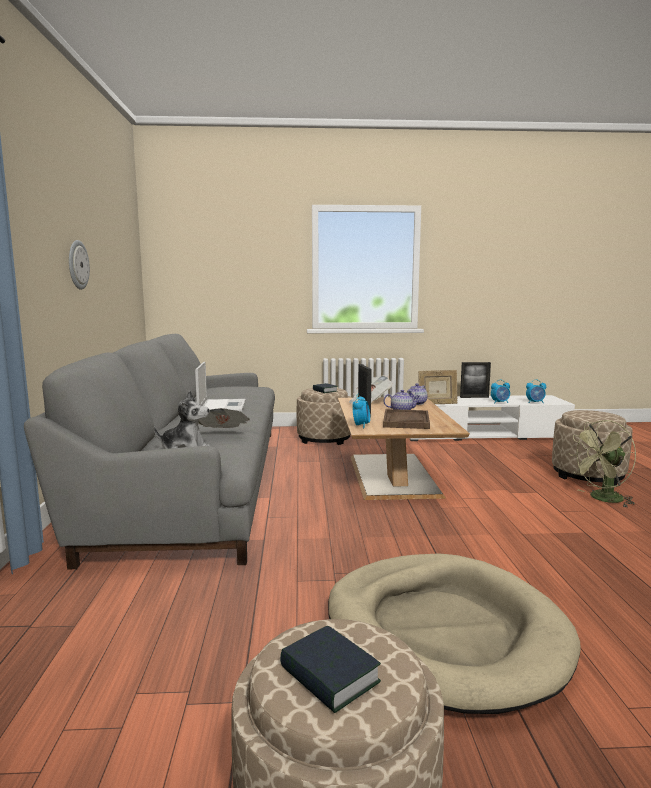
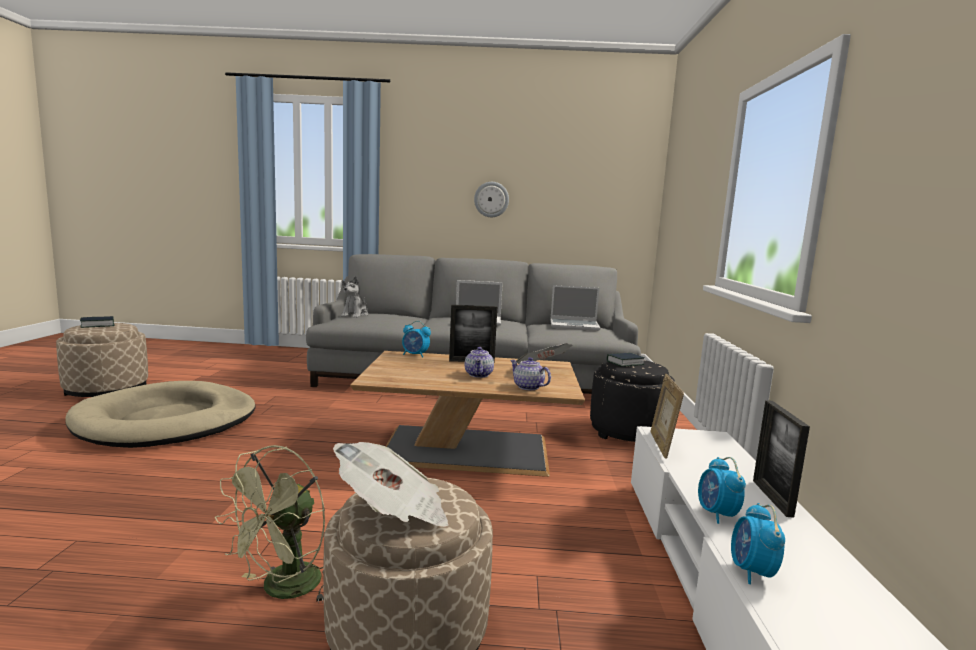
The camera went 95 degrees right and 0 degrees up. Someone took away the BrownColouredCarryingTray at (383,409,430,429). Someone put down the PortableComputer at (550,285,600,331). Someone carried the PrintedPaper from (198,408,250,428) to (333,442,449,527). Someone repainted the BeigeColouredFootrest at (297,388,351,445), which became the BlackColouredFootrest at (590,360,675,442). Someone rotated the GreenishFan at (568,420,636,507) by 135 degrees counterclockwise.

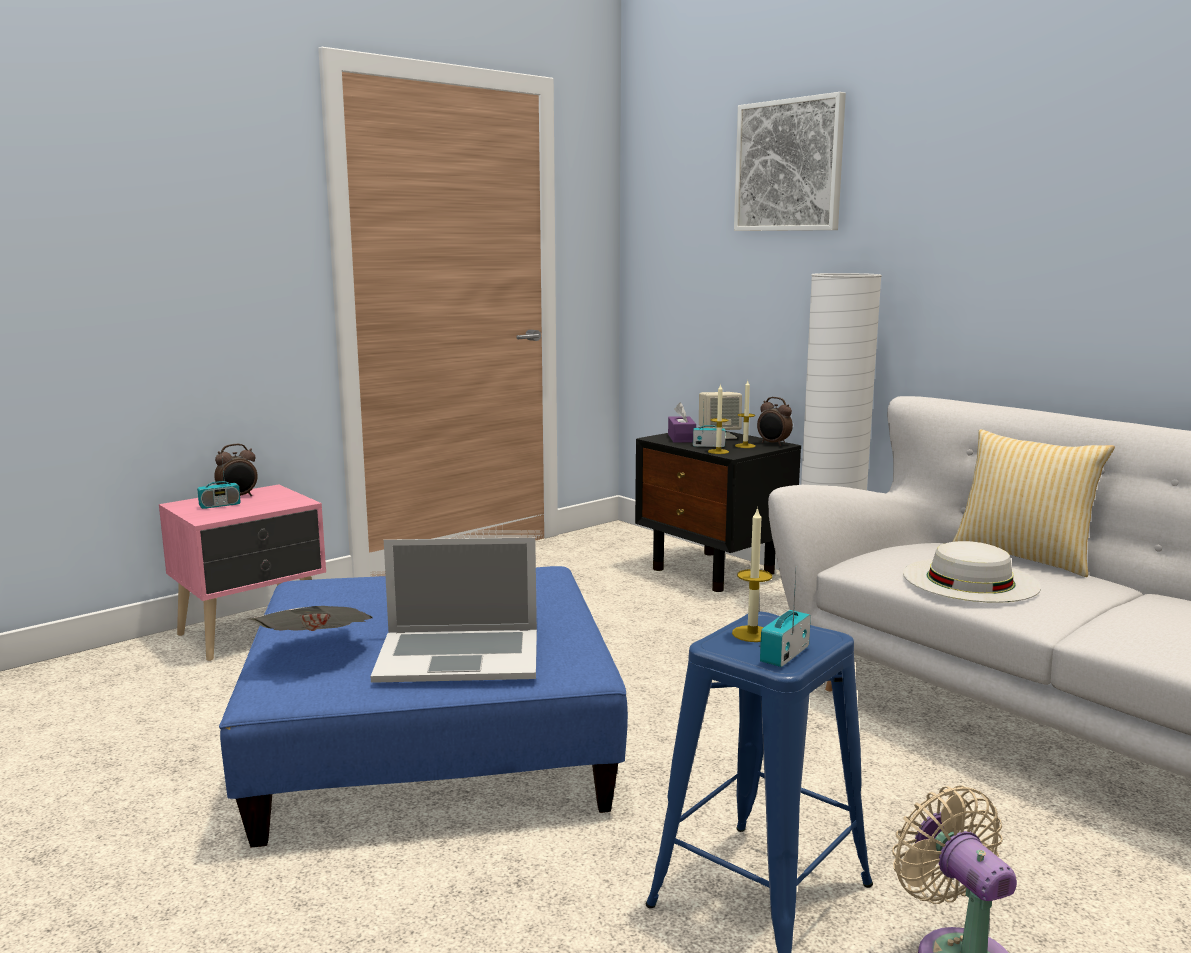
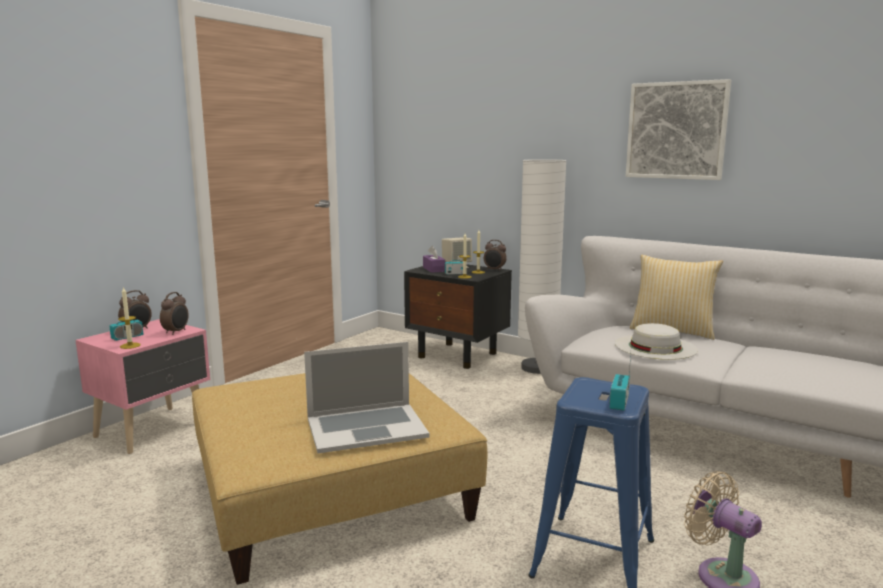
The camera went 15 degrees left and 0 degrees up. Someone took away the PrintedPaper at (249,606,373,631). Someone put down the BedsideClock at (160,292,189,335). Someone carried the Candle from (732,507,772,642) to (118,286,140,349). Someone carried the WallPicture from (734,92,846,231) to (626,79,731,180). Someone repainted the BluishFootrest at (219,566,628,847), which became the BeigeColouredFootrest at (192,373,487,585).

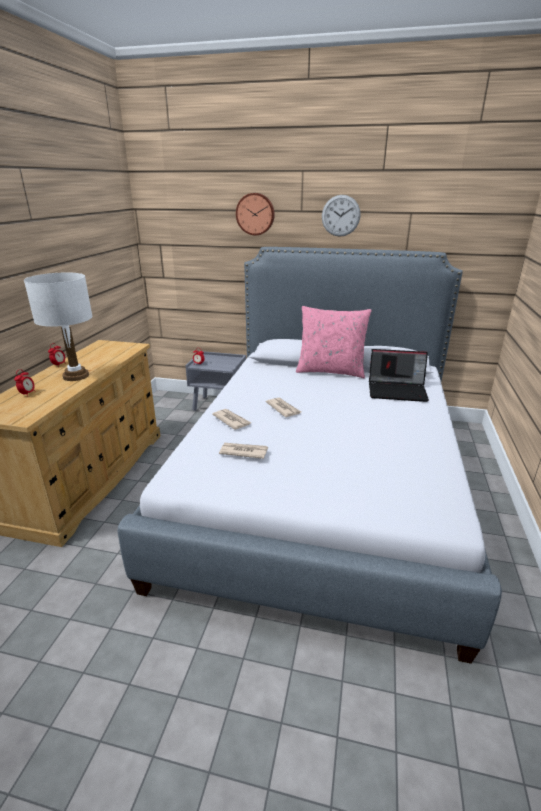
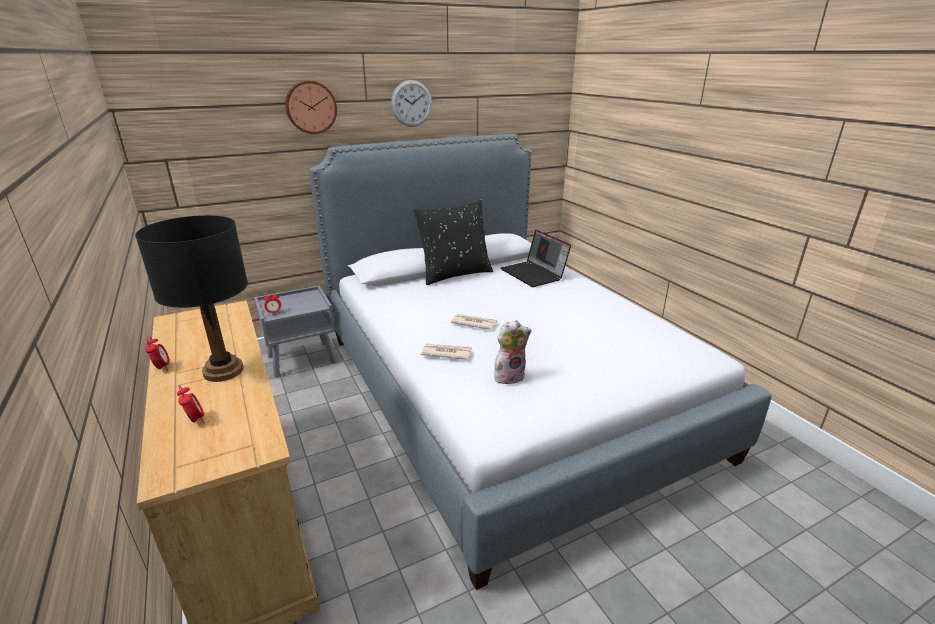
The camera went 40 degrees left and 0 degrees up. Someone swapped the PrintedPaper at (219,443,268,459) for the SoftToy at (494,320,532,384). Someone repainted the WhiteColouredLampForATable at (24,273,93,381), which became the BlackColouredLampForATable at (135,215,248,382). Someone repainted the PinkPillow at (296,306,372,378), which became the BlackColouredPillow at (413,200,493,285). Someone rotated the PortableComputer at (369,349,429,402) by 90 degrees clockwise.

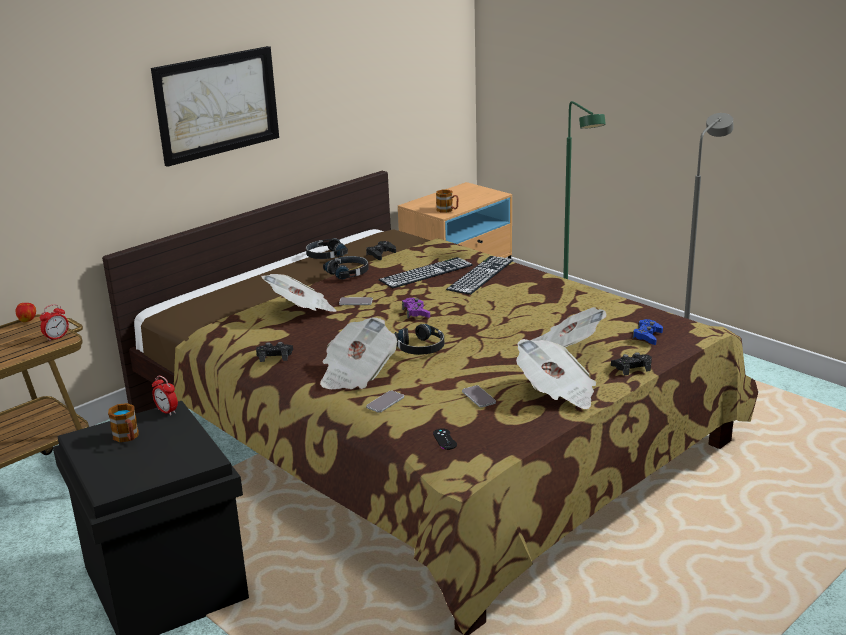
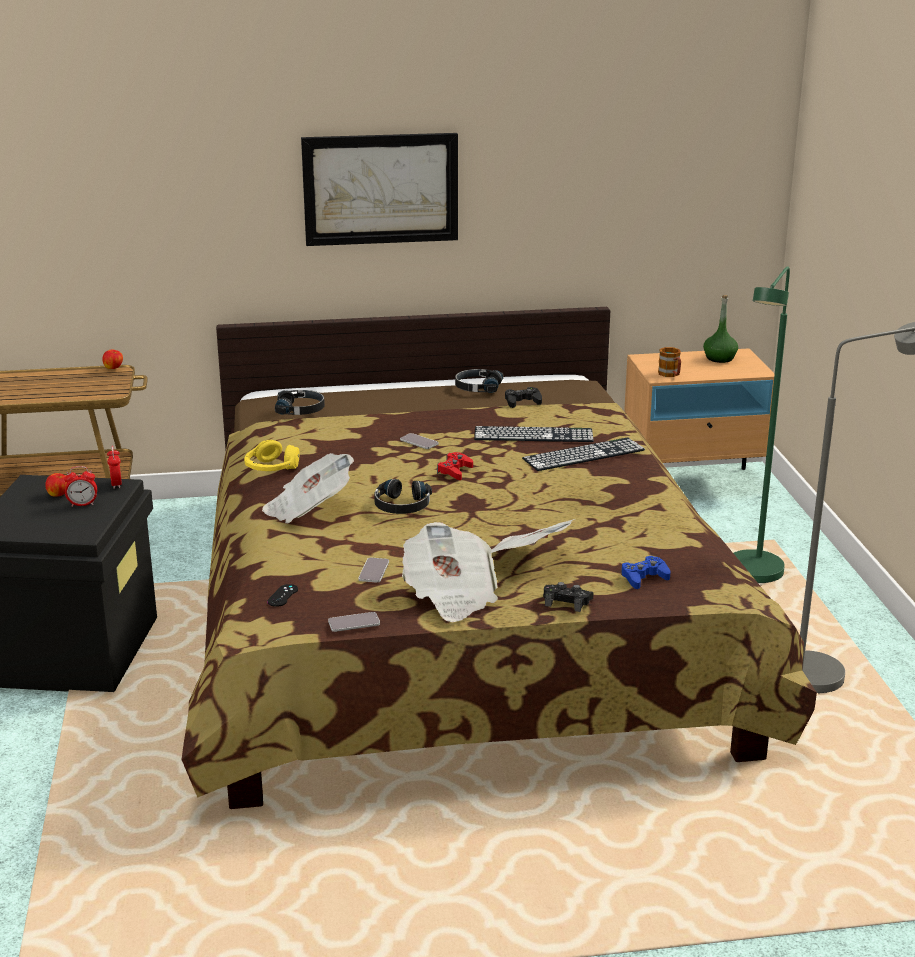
The camera went 35 degrees right and 0 degrees up. Someone took away the PrintedPaper at (261,274,336,312). Someone put down the GreenishBeverageBottle at (703,295,738,363). Someone carried the BedsideClock from (40,304,69,342) to (64,466,97,507). Someone carried the BlackColouredPairOfHeadphones from (323,256,369,279) to (275,390,325,415). Someone carried the Handset from (366,391,404,413) to (328,612,380,632). Someone swapped the Mug at (108,403,139,442) for the AppleFruit at (45,473,67,497). Someone swapped the BlackColouredGameController at (256,342,293,362) for the YellowPairOfHeadphones at (244,440,299,471). Someone repainted the PurpleColouredGameController at (402,298,430,319), which became the RedColouredGameController at (437,452,473,480).

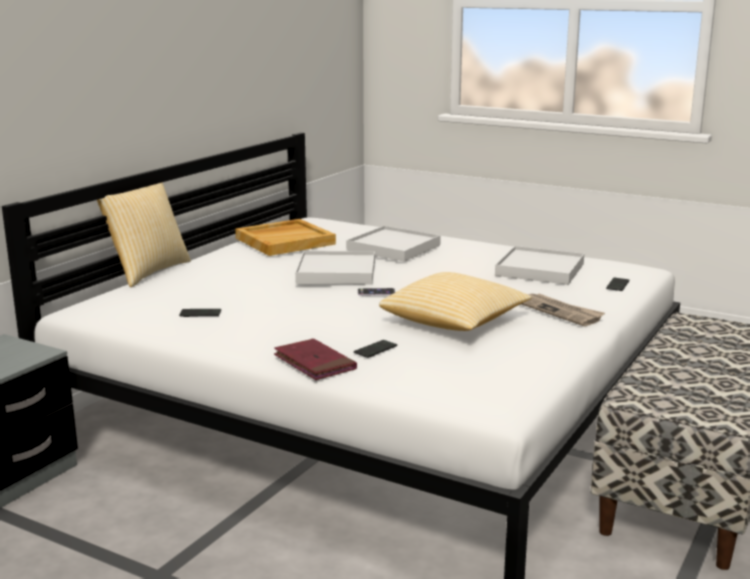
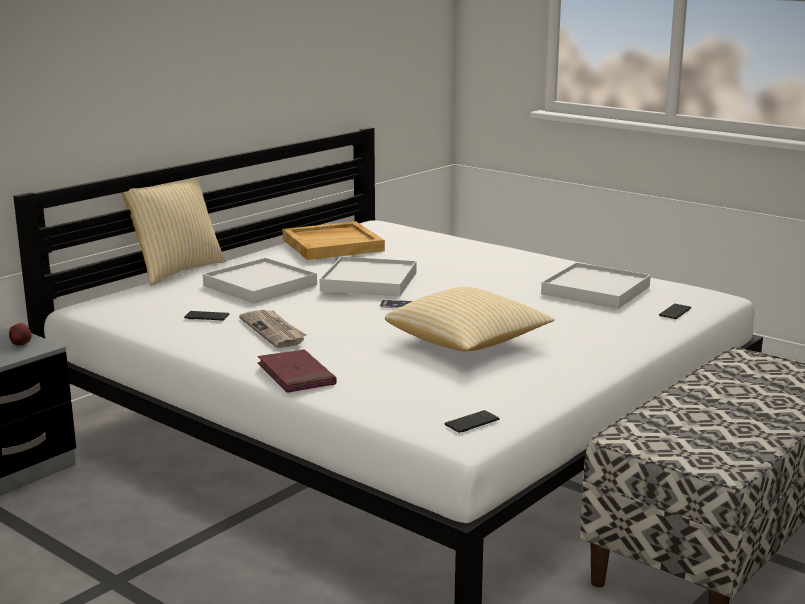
The camera went 10 degrees right and 0 degrees up. Someone put down the AppleFruit at (9,323,32,346). Someone carried the WhiteColouredCarryingTray from (346,226,441,262) to (203,258,317,304). Someone carried the Handset from (354,340,397,358) to (445,410,499,433). Someone carried the PrintedPaper from (521,294,605,326) to (239,310,306,348).

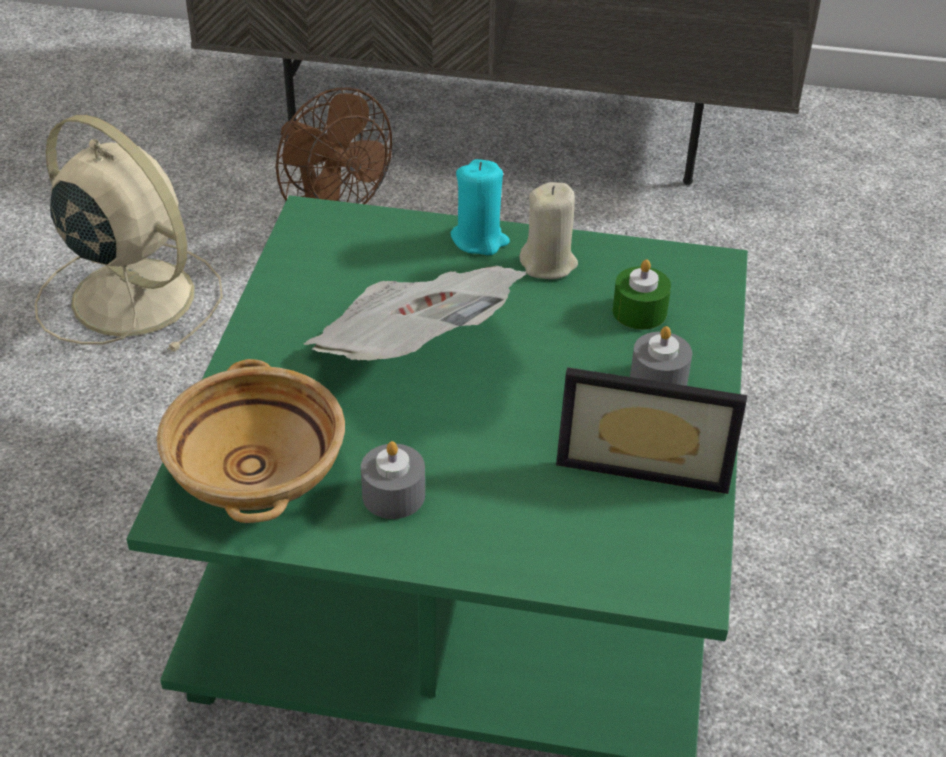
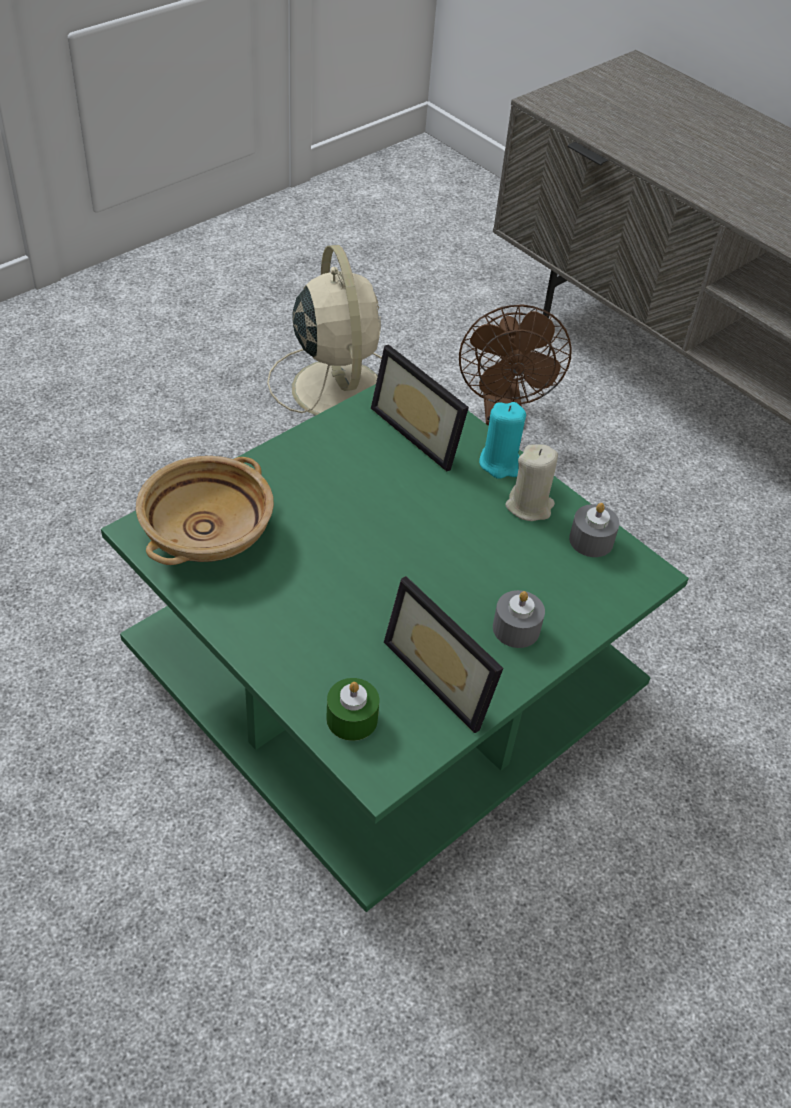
The camera went 35 degrees right and 5 degrees up. Someone took away the PrintedPaper at (304,266,526,361). Someone put down the PhotoFrame at (371,344,469,471). Someone carried the GreyCandle from (361,441,425,519) to (569,503,619,557). Someone carried the GreenishCandle from (613,259,671,330) to (326,678,379,741).

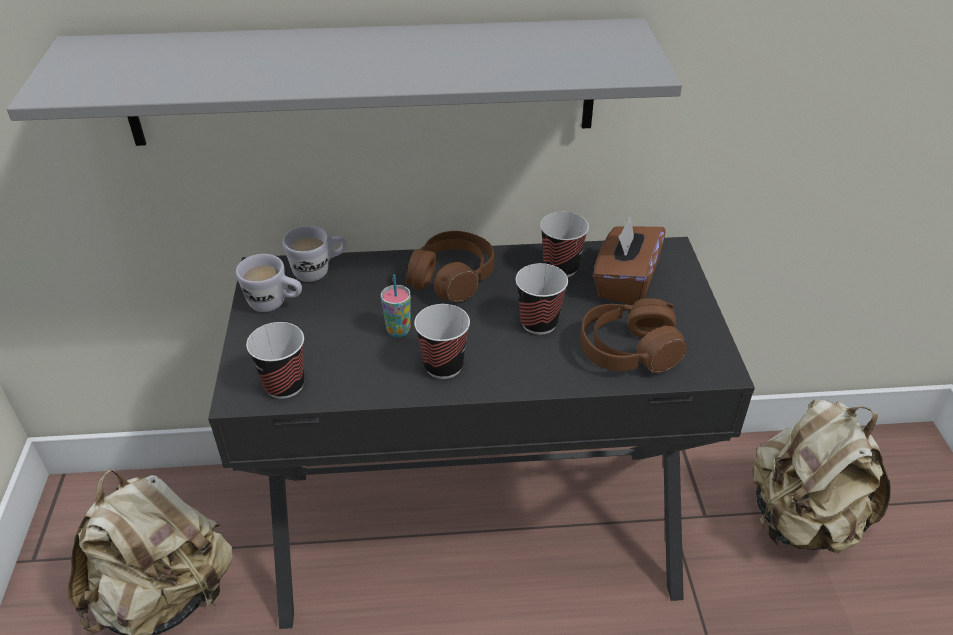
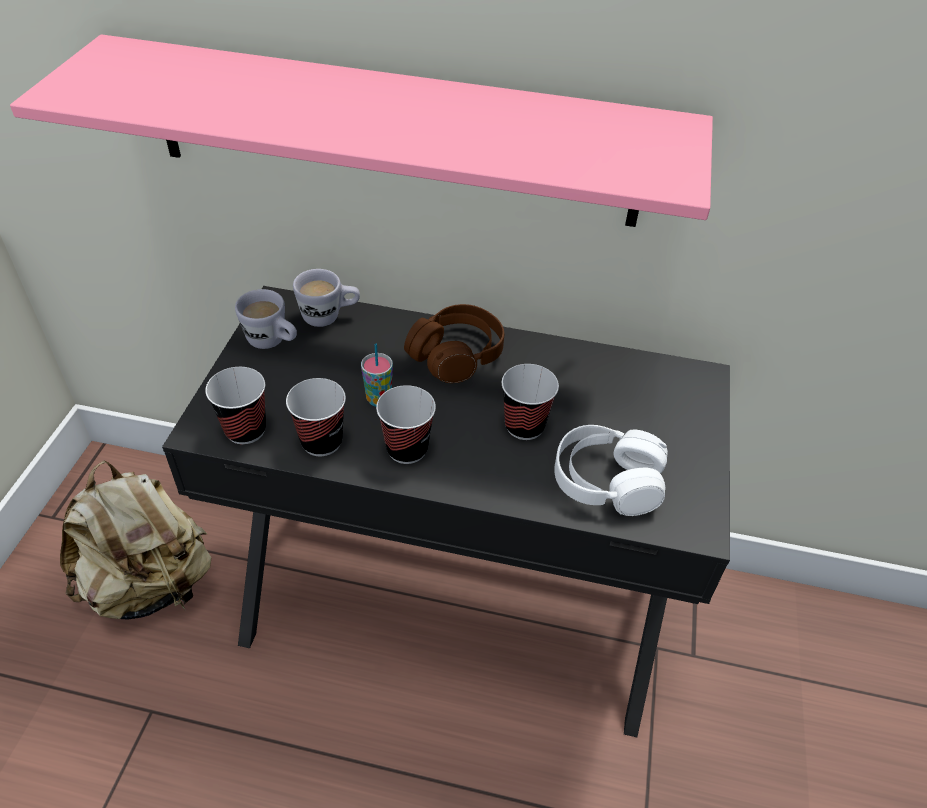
The camera went 15 degrees right and 5 degrees up. Someone took away the BrownColouredTissueHolder at (593,217,666,305). Someone took away the BeigeColouredBackpack at (753,399,891,554). Someone carried the DrinkingCup from (540,212,589,277) to (286,378,346,456). Someone repainted the GreyBracketShelf at (7,18,682,146), which became the PinkBracketShelf at (10,34,713,227). Someone repainted the BrownColouredPairOfHeadphones at (581,298,687,373), which became the WhiteColouredPairOfHeadphones at (554,425,668,516).

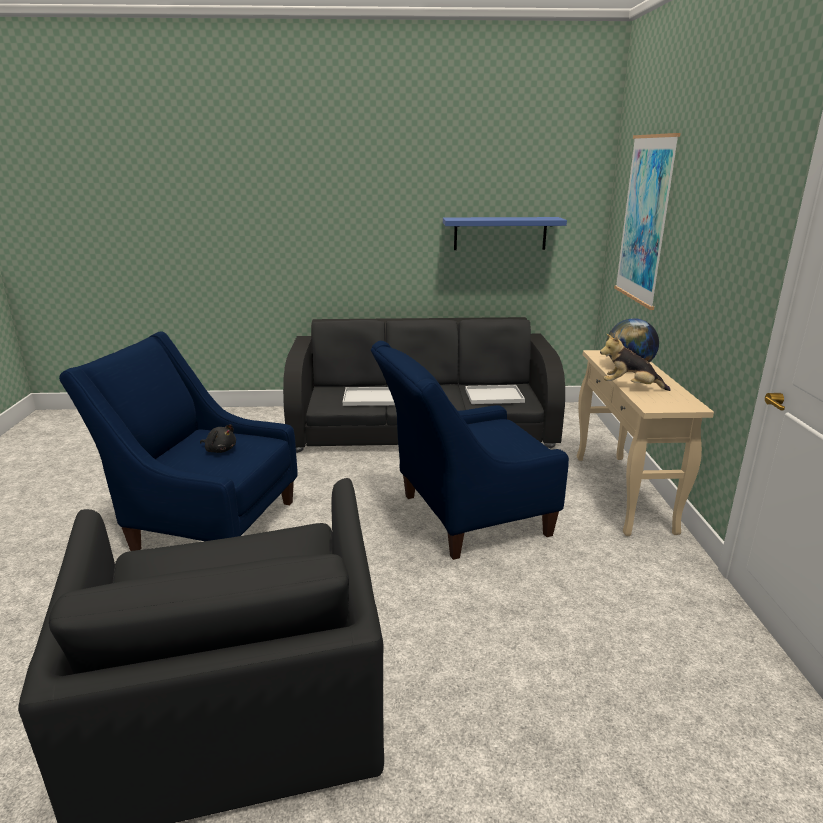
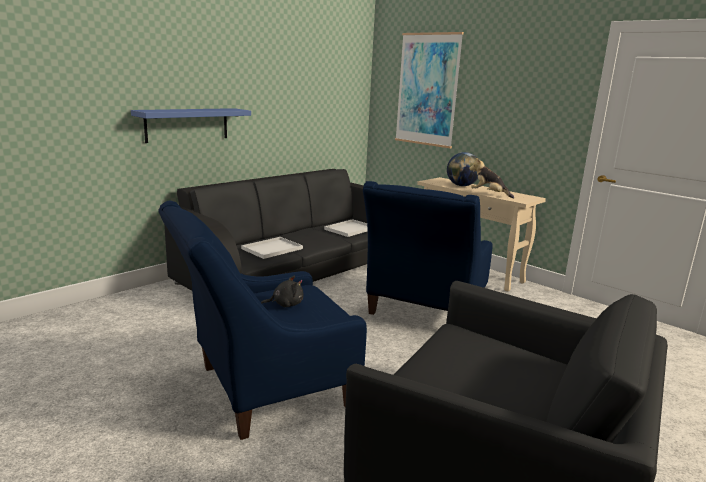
The camera went 45 degrees left and 5 degrees down. Someone carried the BluishBracketShelf from (443,217,567,250) to (131,108,251,143). Someone rotated the SoftToy at (600,334,671,391) by 60 degrees clockwise.

